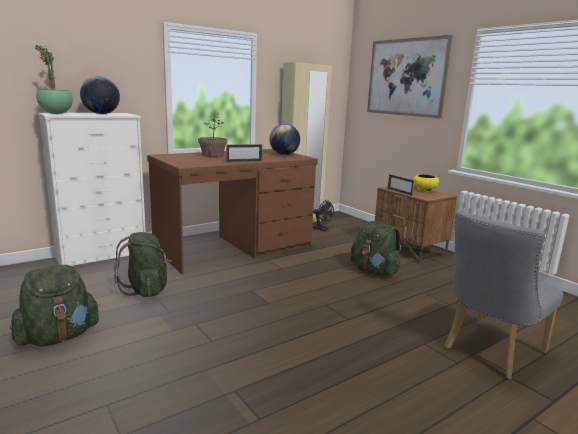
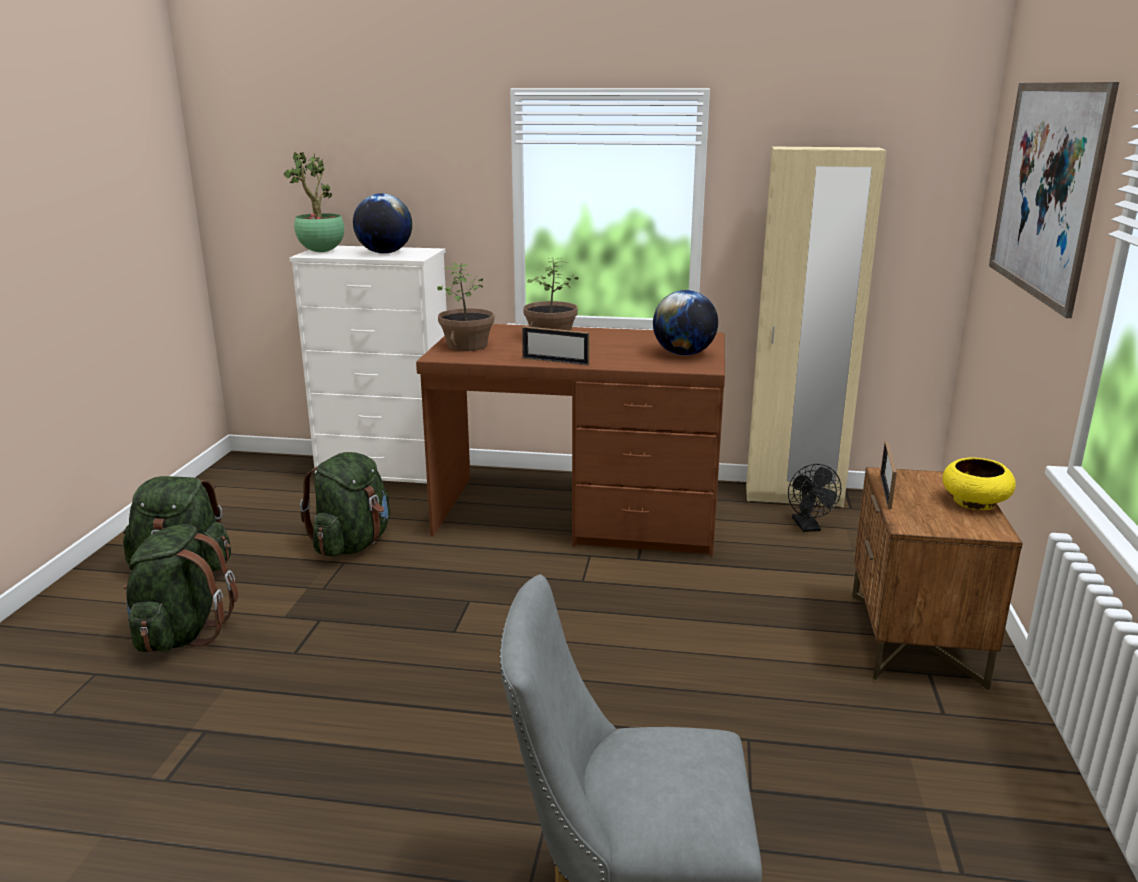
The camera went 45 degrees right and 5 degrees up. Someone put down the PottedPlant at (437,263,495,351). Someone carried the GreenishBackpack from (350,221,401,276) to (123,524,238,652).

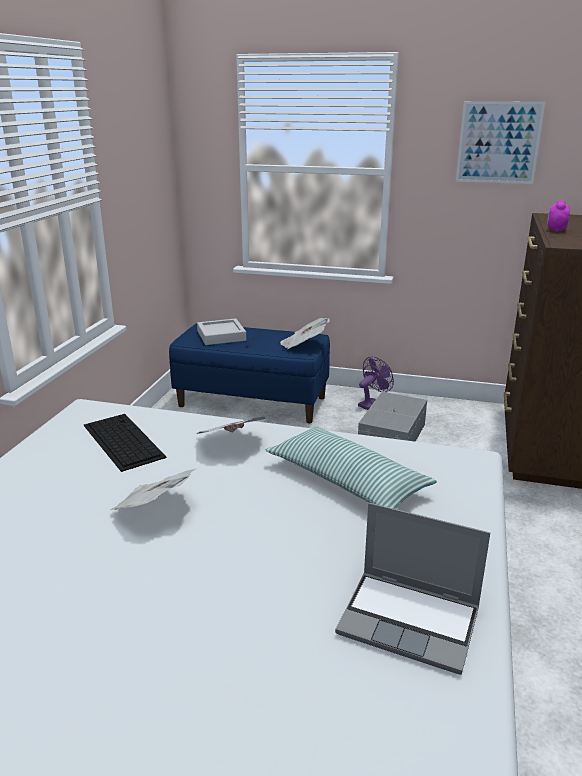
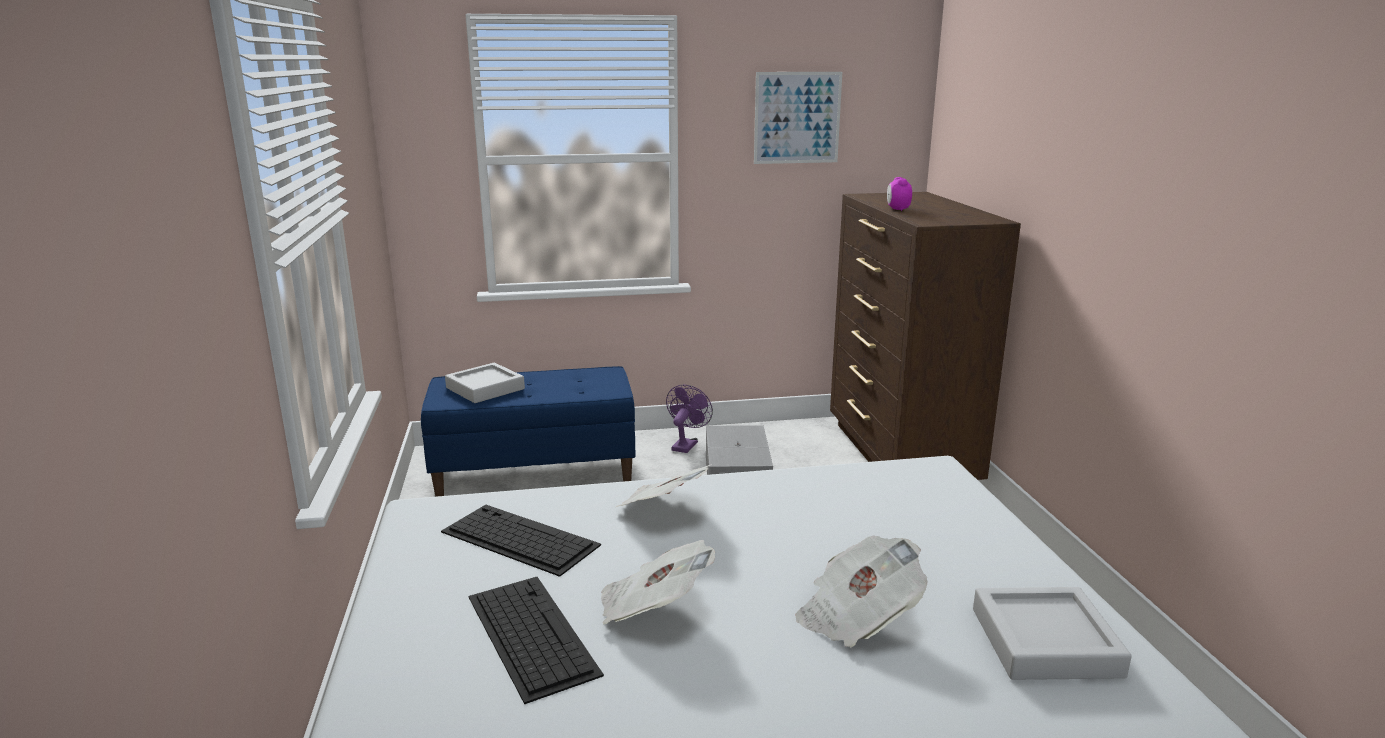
The camera went 25 degrees left and 5 degrees down. Someone took away the Pillow at (266,426,437,509). Someone put down the PcKeyboard at (468,577,604,704). Someone carried the PrintedPaper from (280,318,330,349) to (795,535,927,647). Someone swapped the PortableComputer at (335,503,490,675) for the GreyCarryingTray at (973,587,1132,680).

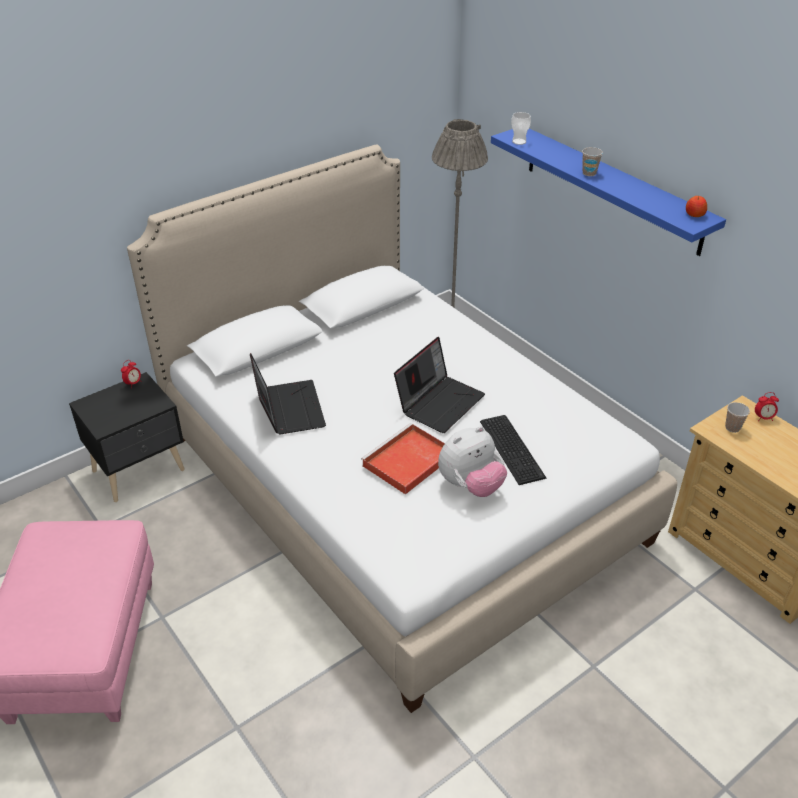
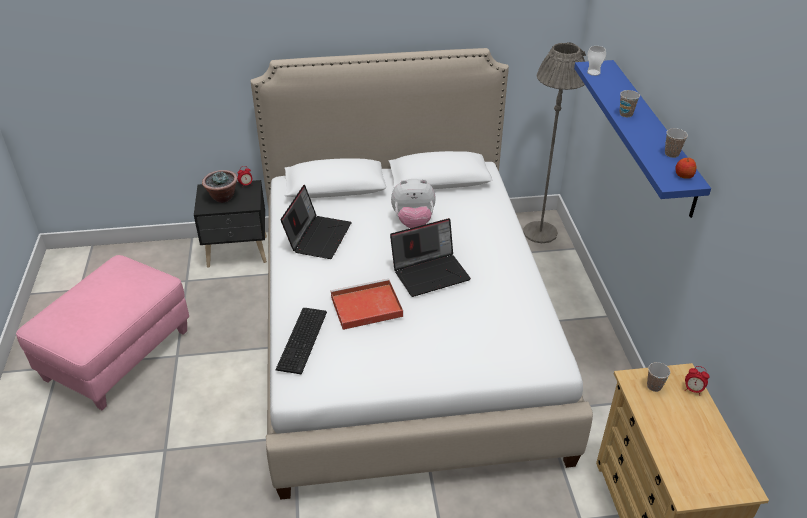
The camera went 30 degrees right and 0 degrees up. Someone put down the PottedPlant at (202,170,238,203). Someone put down the DrinkingCup at (665,128,688,158). Someone carried the SoftToy from (438,426,507,497) to (391,179,436,228). Someone carried the PcKeyboard from (480,415,546,485) to (275,308,327,375).

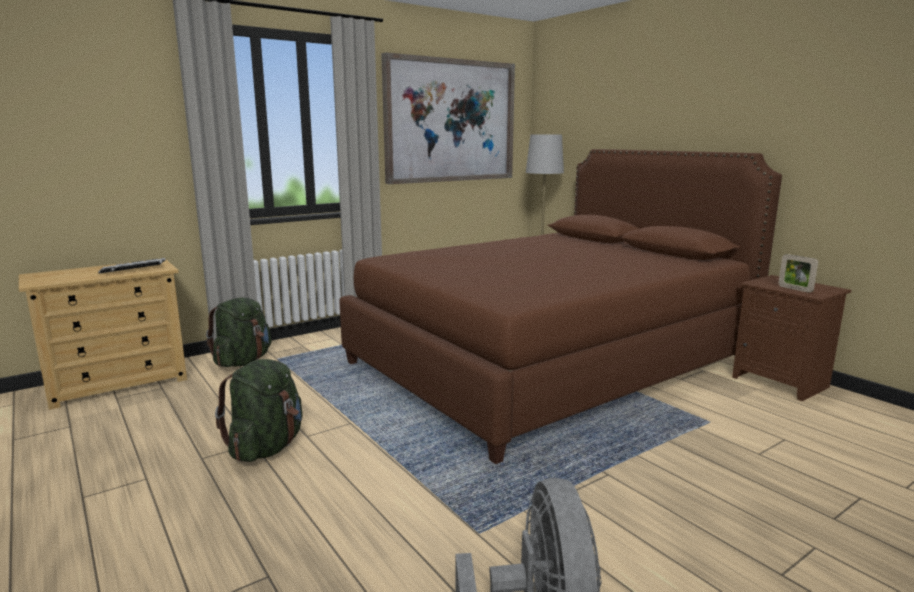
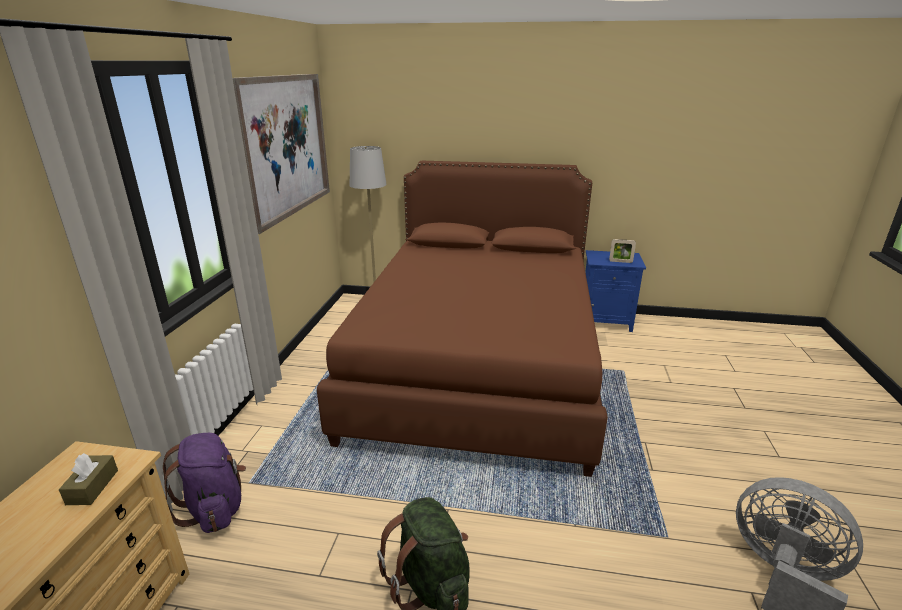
The camera went 45 degrees left and 10 degrees up. Someone swapped the PcKeyboard at (98,258,166,274) for the BrownColouredTissueHolder at (59,453,118,505). Someone repainted the GreenishBackpack at (206,298,271,367), which became the PurpleColouredBackpack at (163,433,246,533). Someone repainted the BrownColouredNightstand at (732,275,852,401), which became the BluishNightstand at (585,250,646,332).

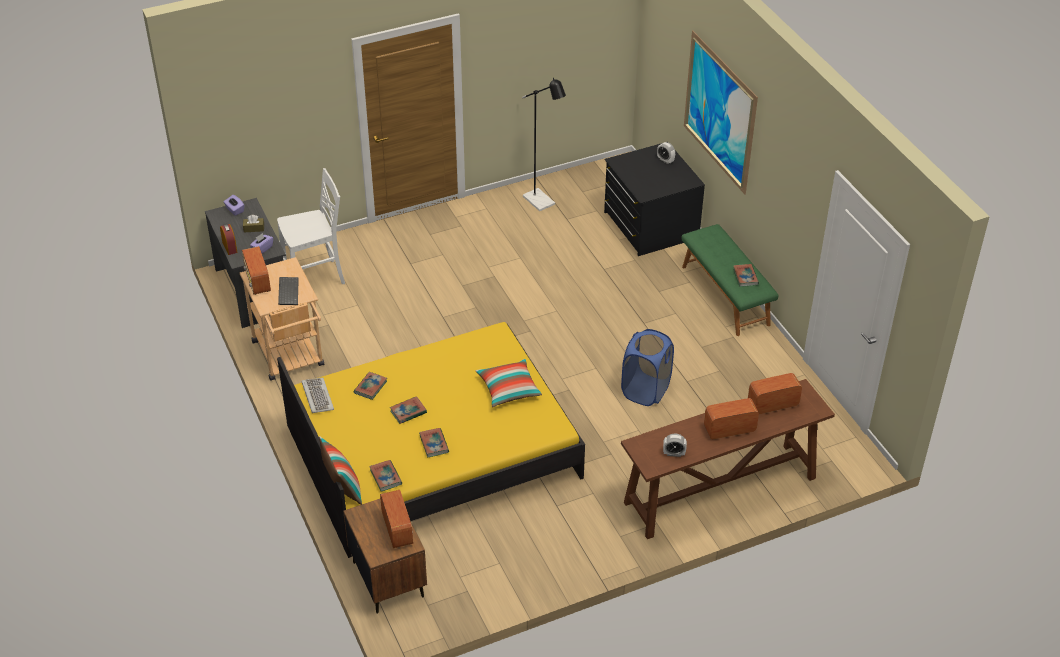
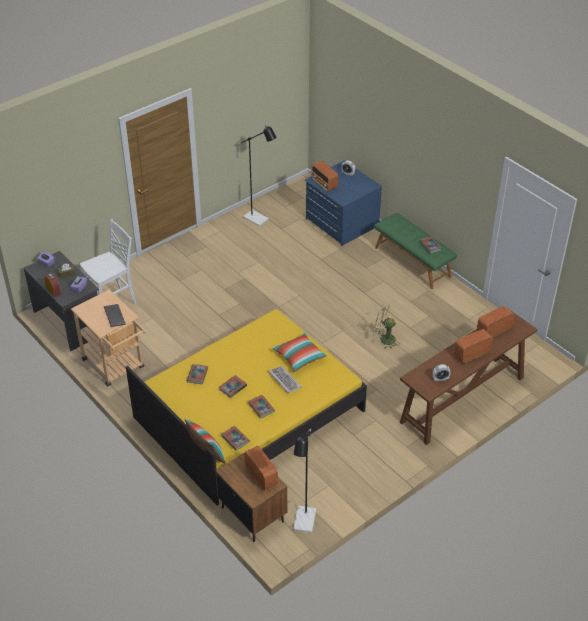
The camera went 15 degrees left and 0 degrees up. Someone took away the WallPicture at (684,30,758,195). Someone put down the BlackColouredStandingLamp at (293,429,316,533). Someone carried the RadioReceiver from (242,246,271,295) to (311,161,338,192). Someone carried the PcKeyboard from (302,377,334,413) to (268,366,302,393). Someone swapped the BluishLaundryBasket at (621,329,674,406) for the GreenishFan at (374,304,400,349). Someone repainted the BlackColouredDresser at (604,142,705,256), which became the BluishDresser at (305,161,382,246).

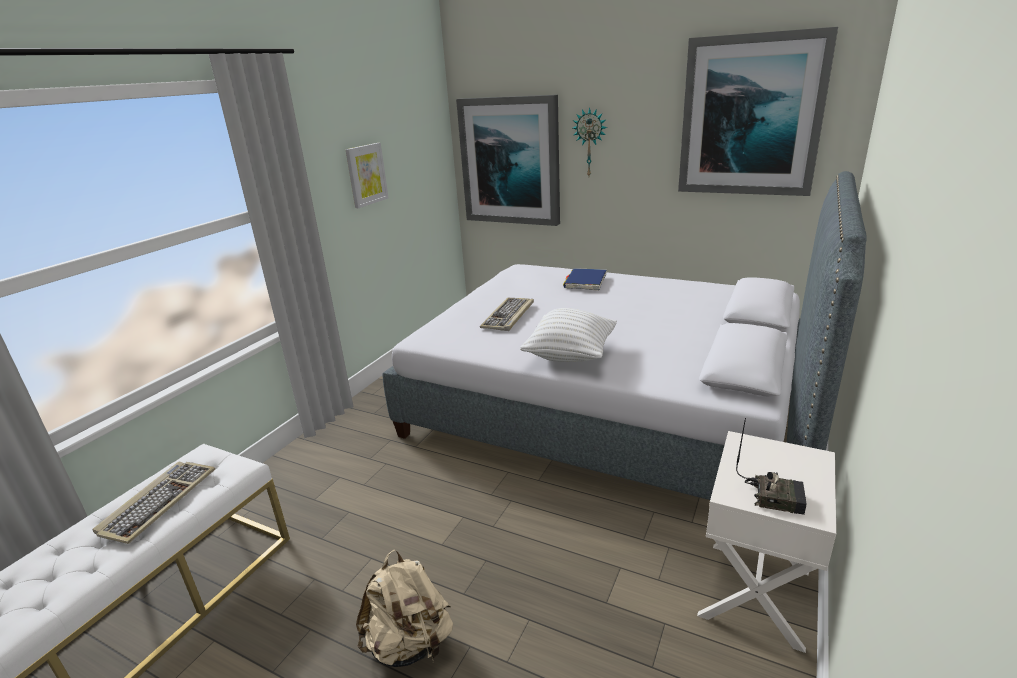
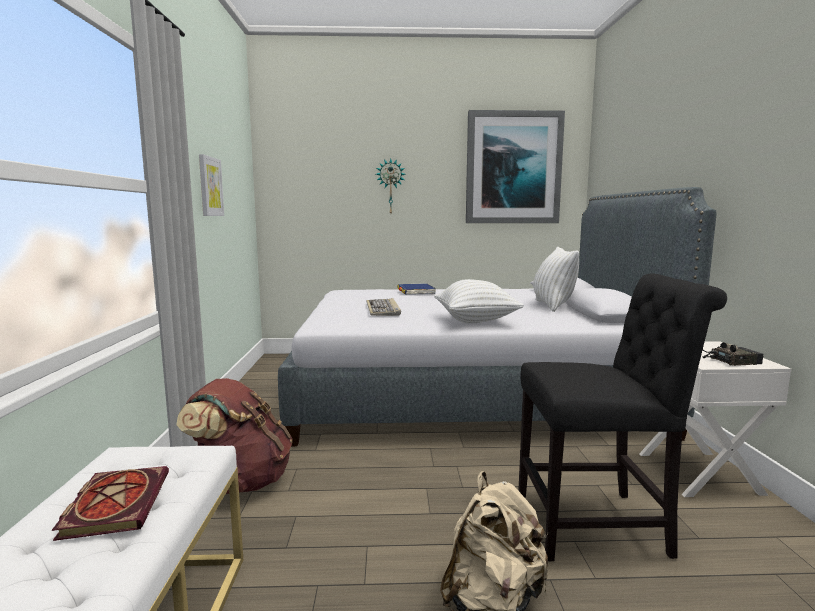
The camera went 30 degrees left and 15 degrees down. Someone took away the WallPicture at (456,95,560,226). Someone put down the BrownColouredBackpack at (176,378,292,494). Someone put down the BlackColouredPlainChair at (518,274,727,562). Someone put down the WhiteColouredPillow at (533,247,579,312). Someone swapped the PcKeyboard at (92,461,215,544) for the Book at (52,466,169,541).

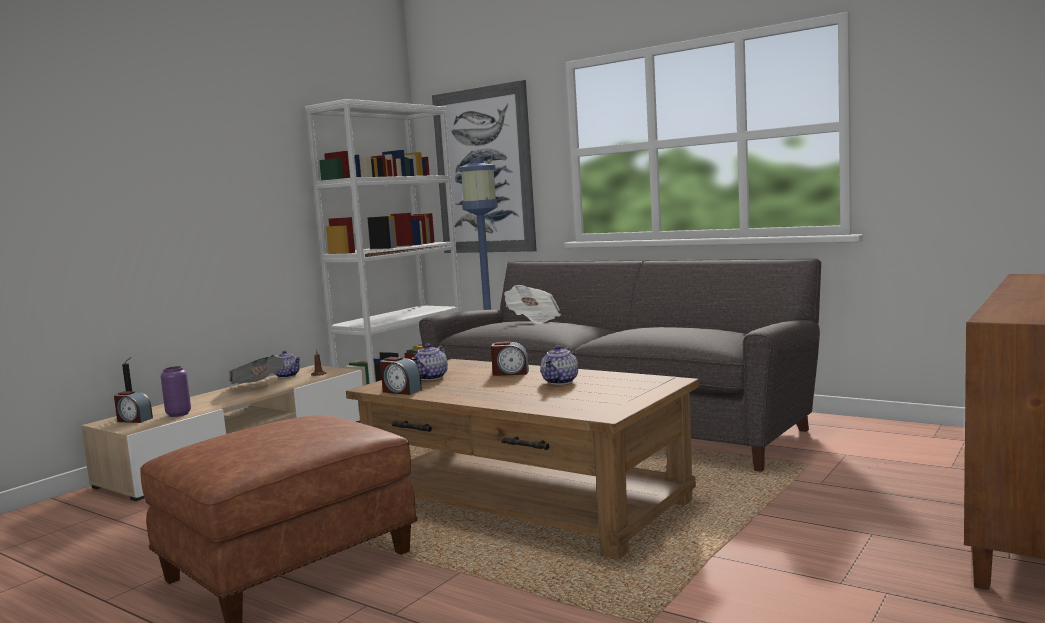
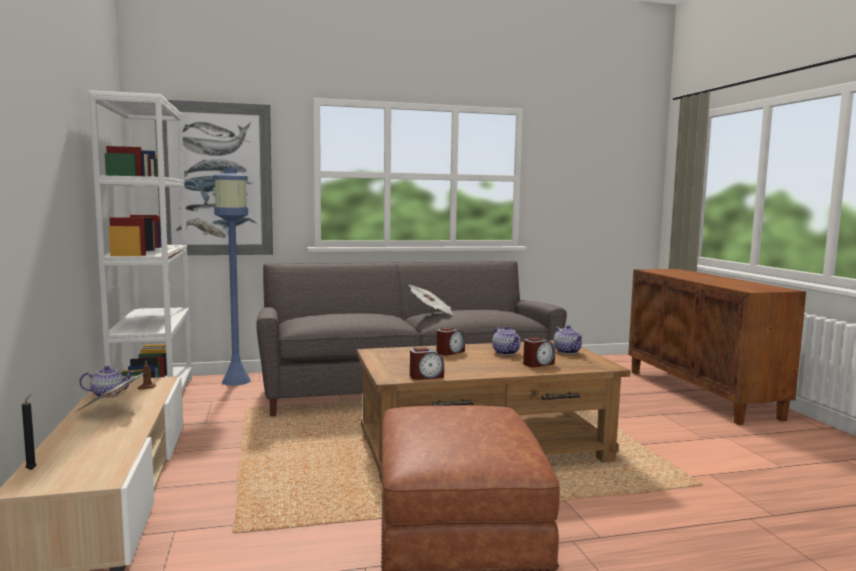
The camera went 50 degrees left and 0 degrees up. Someone took away the PurpleColouredDecorativeVase at (161,366,191,417). Someone carried the BedsideClock from (114,391,153,423) to (523,337,555,367). Someone carried the PotForTea from (411,344,448,381) to (554,325,583,354). Someone carried the PrintedPaper from (504,285,561,324) to (409,285,453,315).

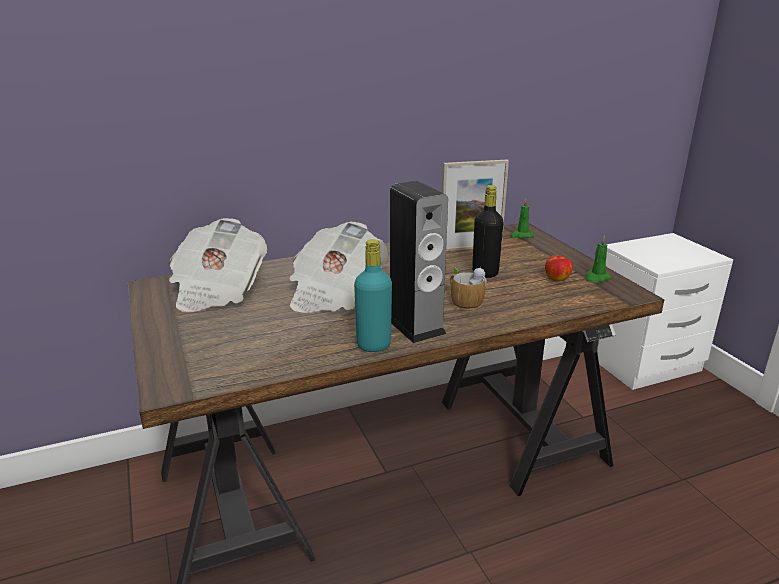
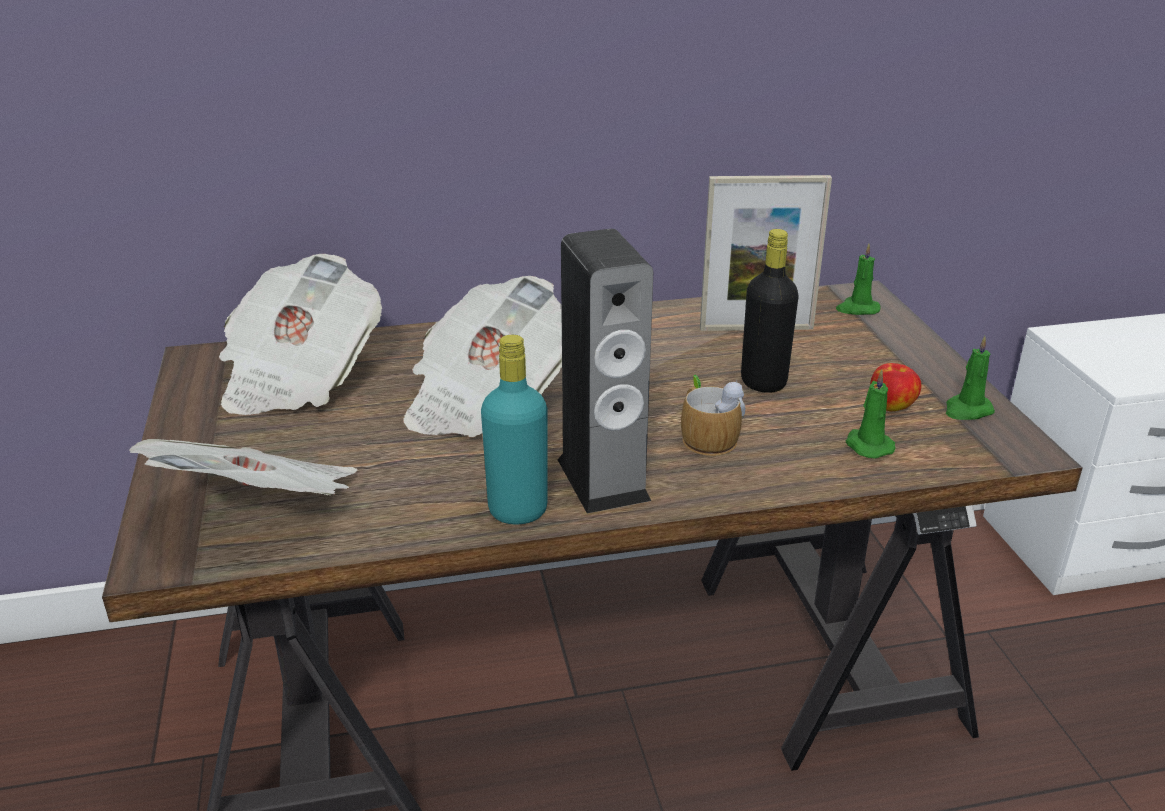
The camera went 10 degrees right and 5 degrees up. Someone put down the PrintedPaper at (129,439,357,495). Someone put down the GreenishCandle at (846,370,895,458).

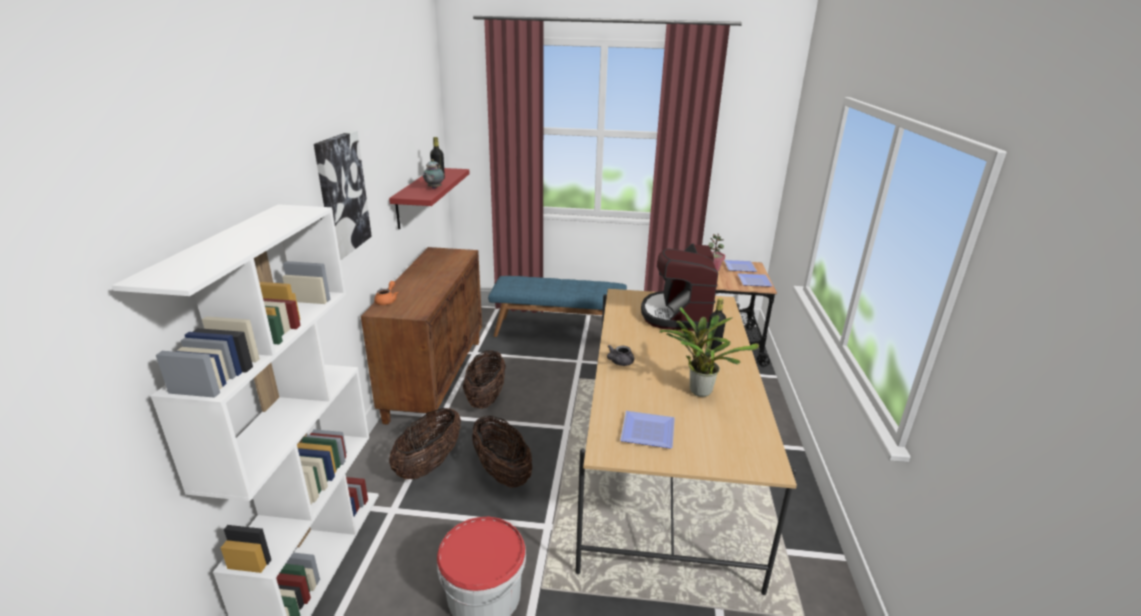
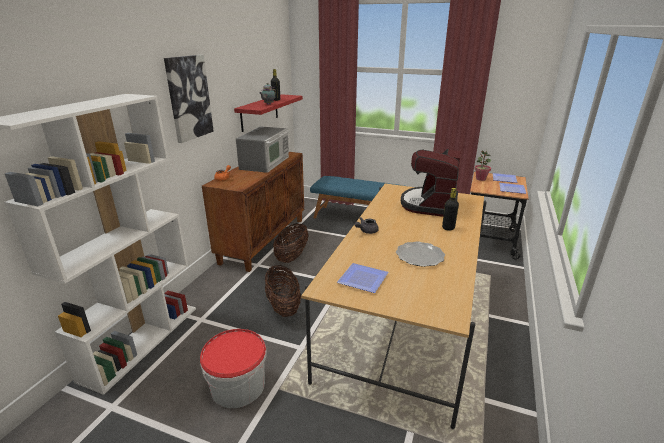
The camera went 15 degrees right and 0 degrees up. Someone took away the Basket at (389,407,461,479). Someone put down the MicrowaveOven at (236,126,290,173). Someone swapped the PottedPlant at (659,307,759,397) for the Plate at (396,242,445,267).

